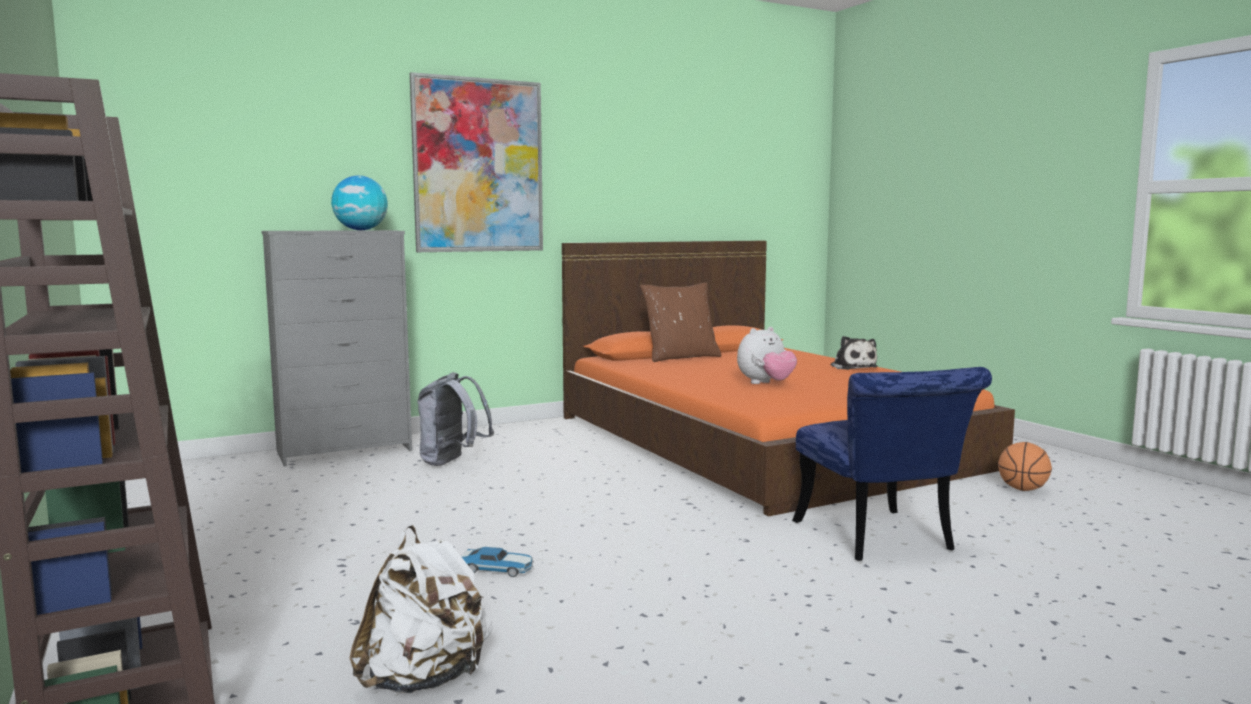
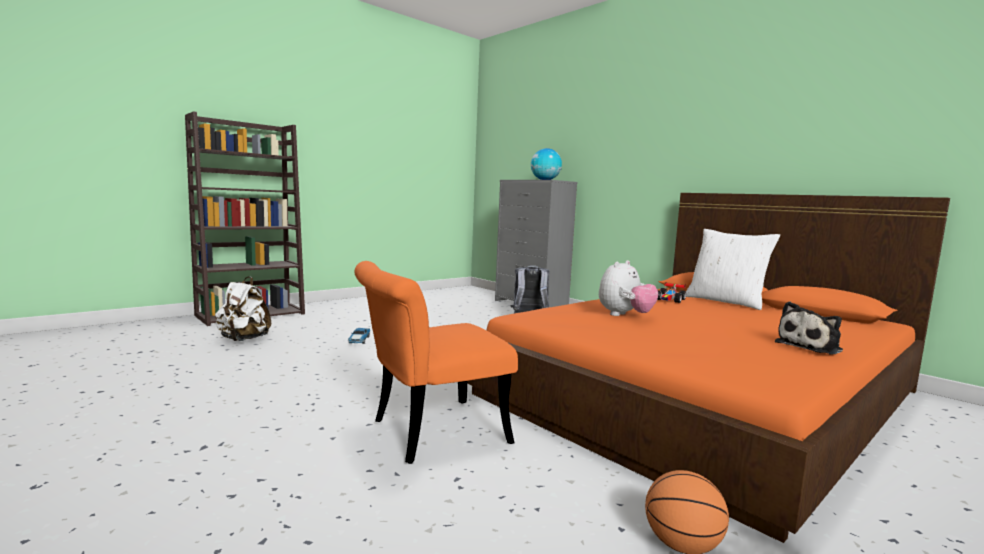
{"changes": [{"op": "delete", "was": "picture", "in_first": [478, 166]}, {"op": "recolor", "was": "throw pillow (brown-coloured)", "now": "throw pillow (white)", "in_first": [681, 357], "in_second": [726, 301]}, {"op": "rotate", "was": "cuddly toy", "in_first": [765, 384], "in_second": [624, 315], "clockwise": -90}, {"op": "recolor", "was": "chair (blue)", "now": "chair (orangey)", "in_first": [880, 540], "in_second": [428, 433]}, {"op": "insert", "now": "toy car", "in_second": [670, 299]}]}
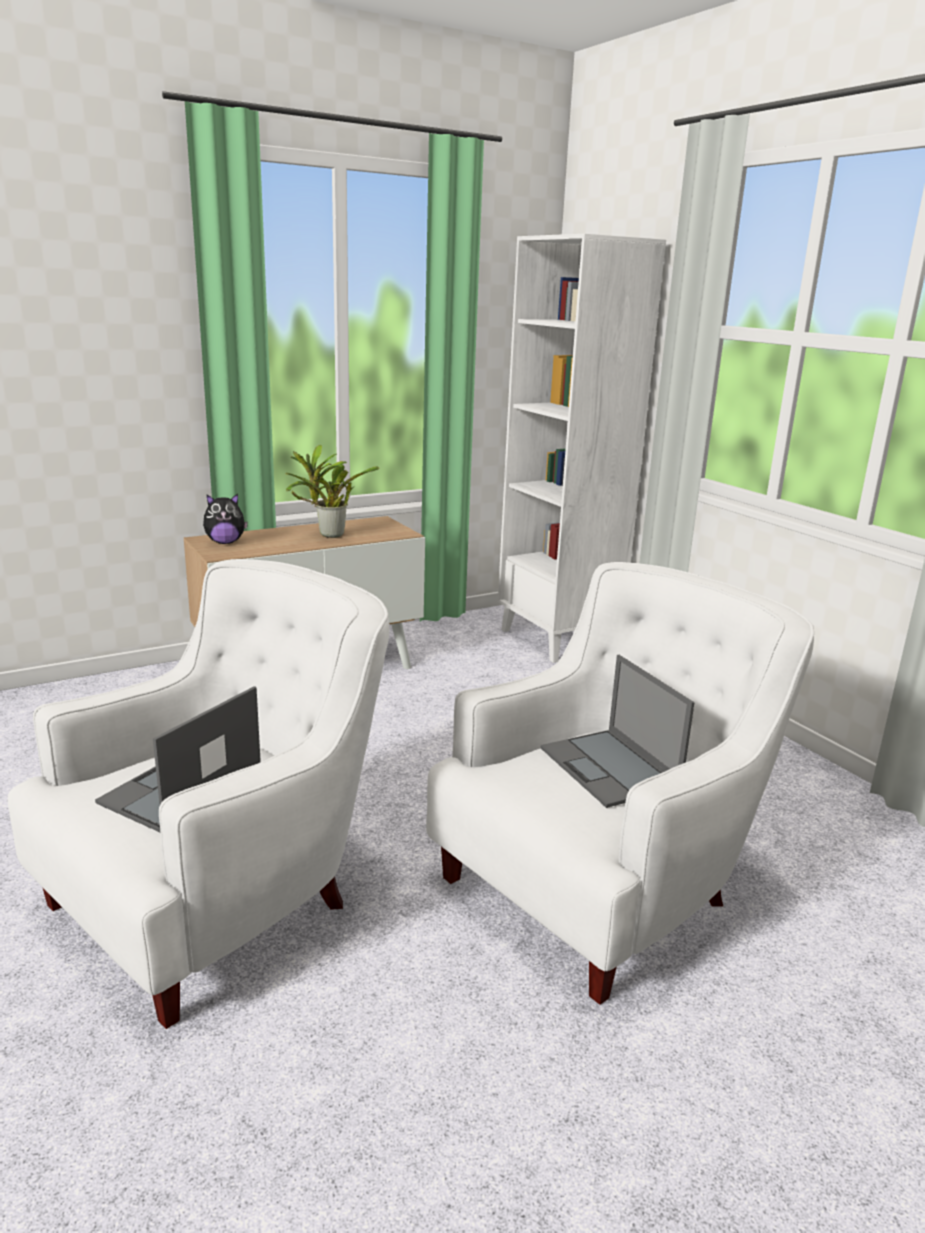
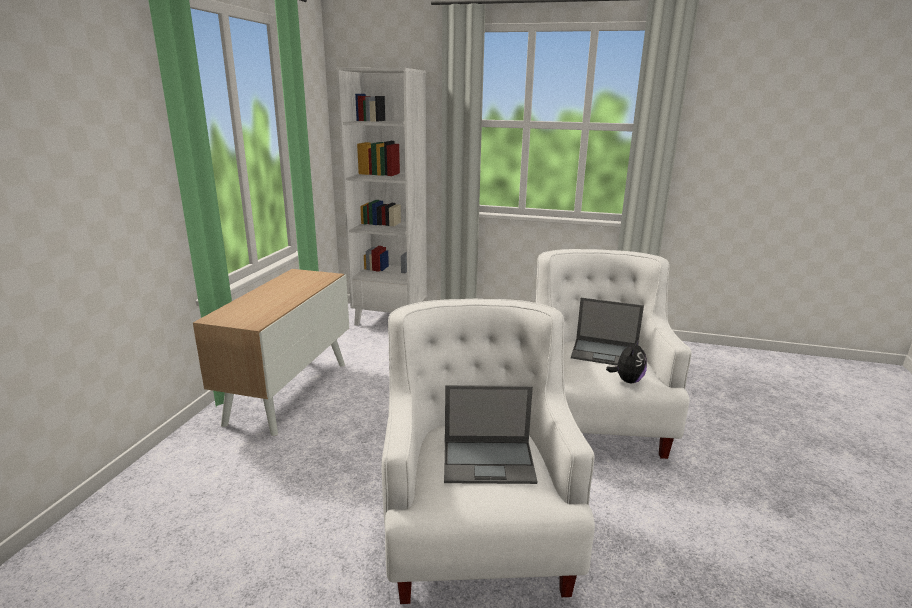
{"changes": [{"op": "rotate", "was": "notebook computer", "in_first": [180, 789], "in_second": [489, 461], "clockwise": -75}, {"op": "move", "was": "cuddly toy", "in_first": [225, 542], "in_second": [627, 380]}, {"op": "delete", "was": "plant in a pot", "in_first": [328, 535]}]}
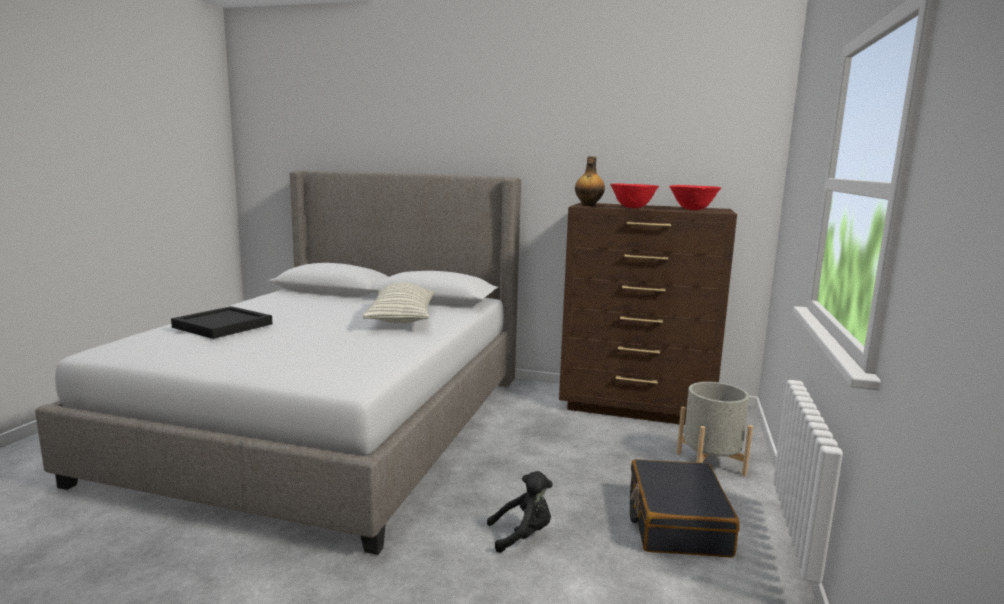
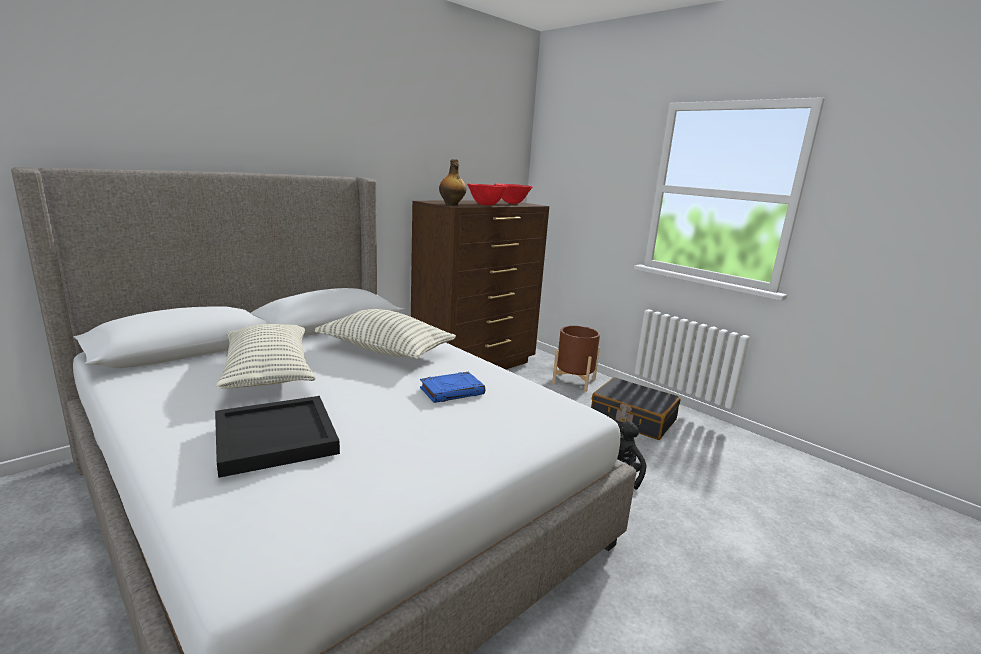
{"changes": [{"op": "recolor", "was": "planter (greyish)", "now": "planter (brown-coloured)", "in_first": [710, 464], "in_second": [574, 381]}, {"op": "insert", "now": "throw pillow", "in_second": [268, 373]}, {"op": "insert", "now": "bound book (blue)", "in_second": [452, 391]}]}
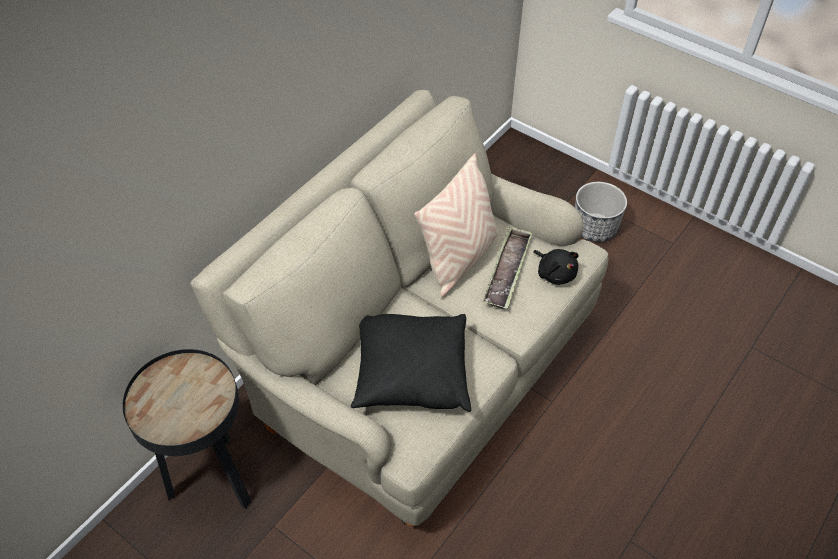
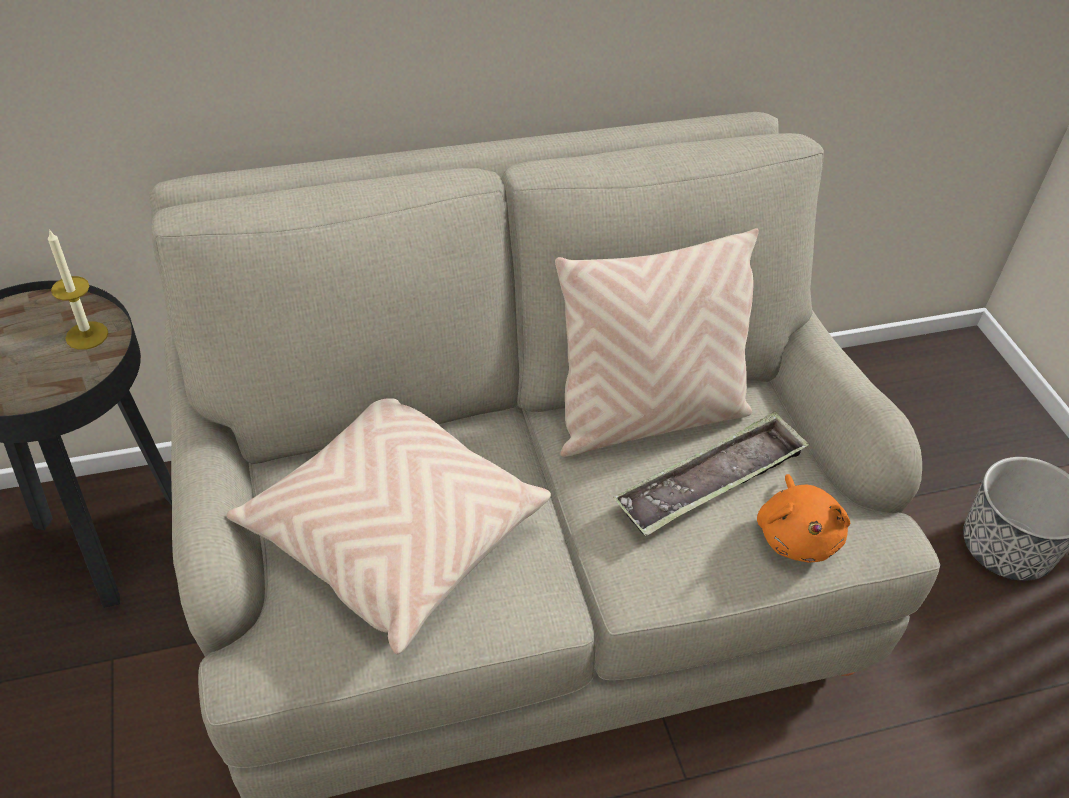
{"changes": [{"op": "recolor", "was": "throw pillow (blackish)", "now": "throw pillow (beige-coloured)", "in_first": [411, 372], "in_second": [393, 535]}, {"op": "recolor", "was": "cuddly toy (blackish)", "now": "cuddly toy (orangey)", "in_first": [555, 273], "in_second": [797, 535]}, {"op": "insert", "now": "candle", "in_second": [87, 335]}]}
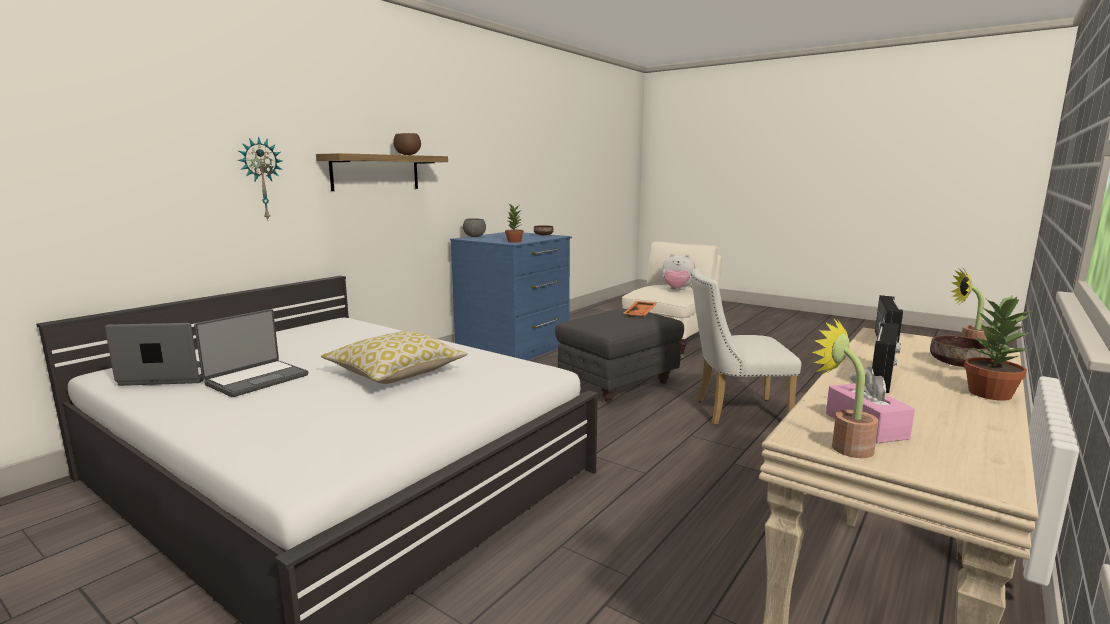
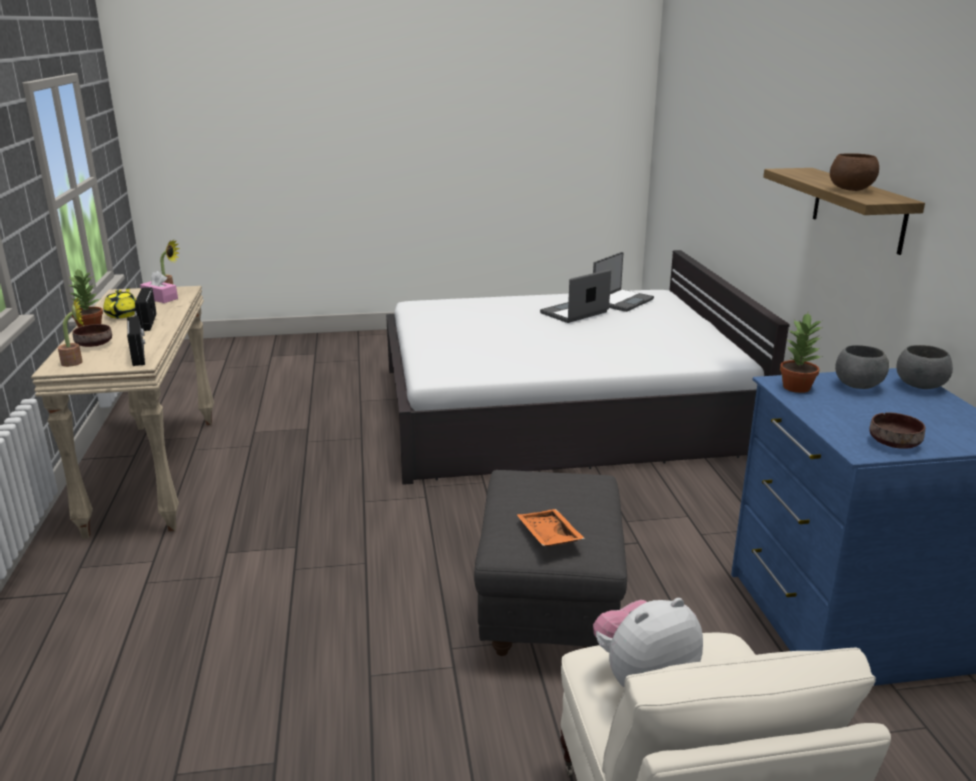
{"changes": [{"op": "rotate", "was": "notebook computer", "in_first": [256, 379], "in_second": [575, 313], "clockwise": 60}, {"op": "delete", "was": "wall clock", "in_first": [261, 179]}, {"op": "delete", "was": "throw pillow", "in_first": [396, 373]}, {"op": "delete", "was": "chair (white)", "in_first": [734, 412]}, {"op": "insert", "now": "tea pot (yellow-coloured)", "in_second": [123, 314]}, {"op": "insert", "now": "deep dish (greyish)", "in_second": [858, 386]}]}
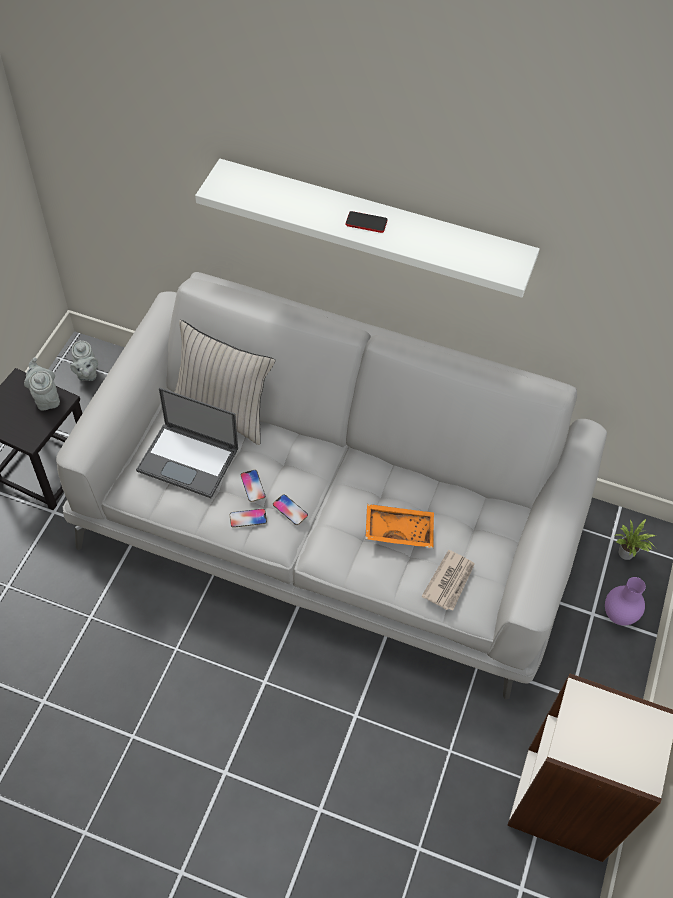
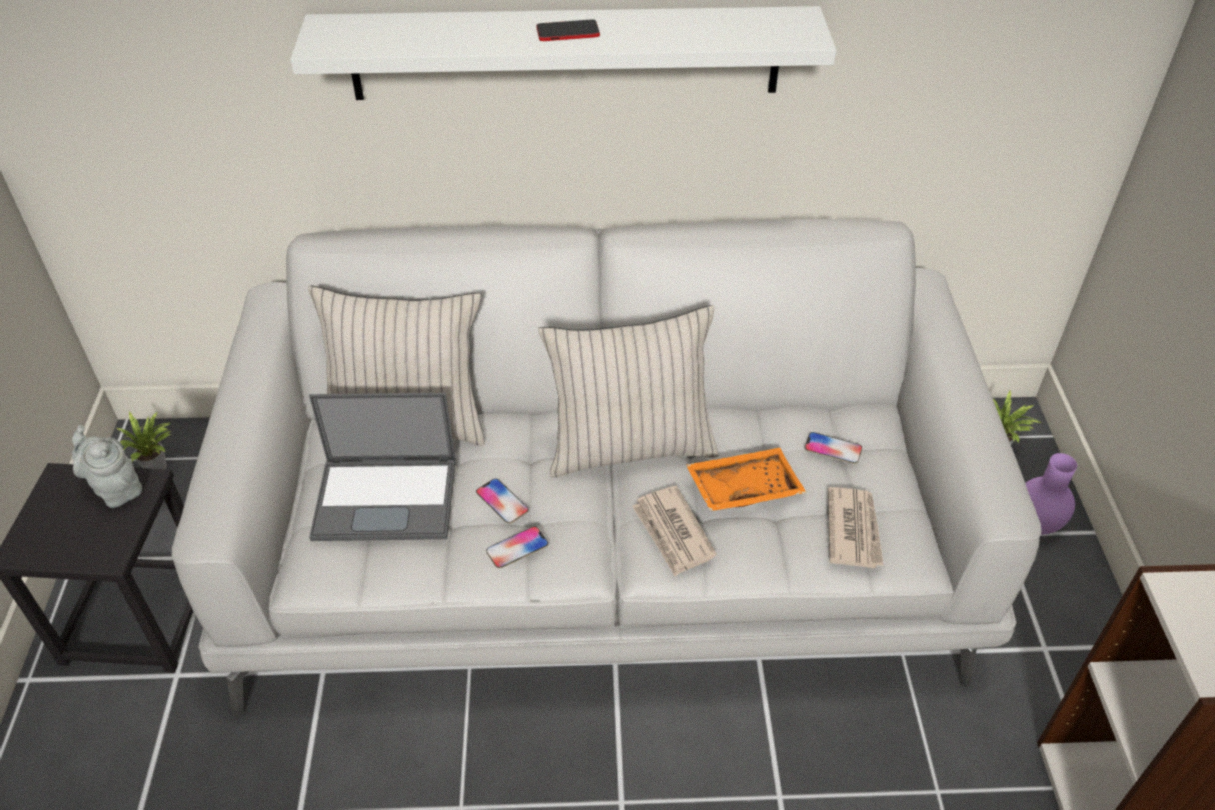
{"changes": [{"op": "replace", "was": "tea pot (greyish)", "now": "plant in a pot", "in_first": [87, 374], "in_second": [158, 468]}, {"op": "move", "was": "phone", "in_first": [290, 510], "in_second": [833, 449]}, {"op": "insert", "now": "throw pillow (beige-coloured)", "in_second": [630, 447]}, {"op": "insert", "now": "newspaper", "in_second": [673, 533]}]}
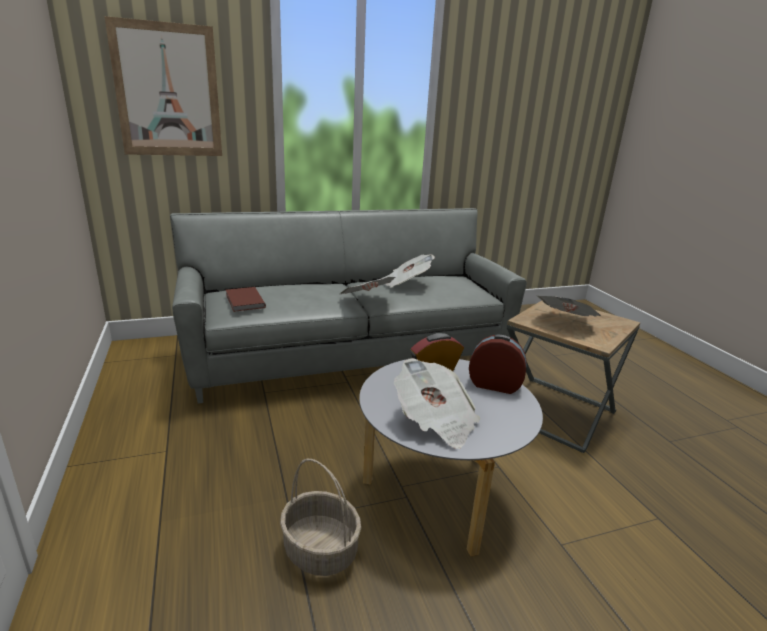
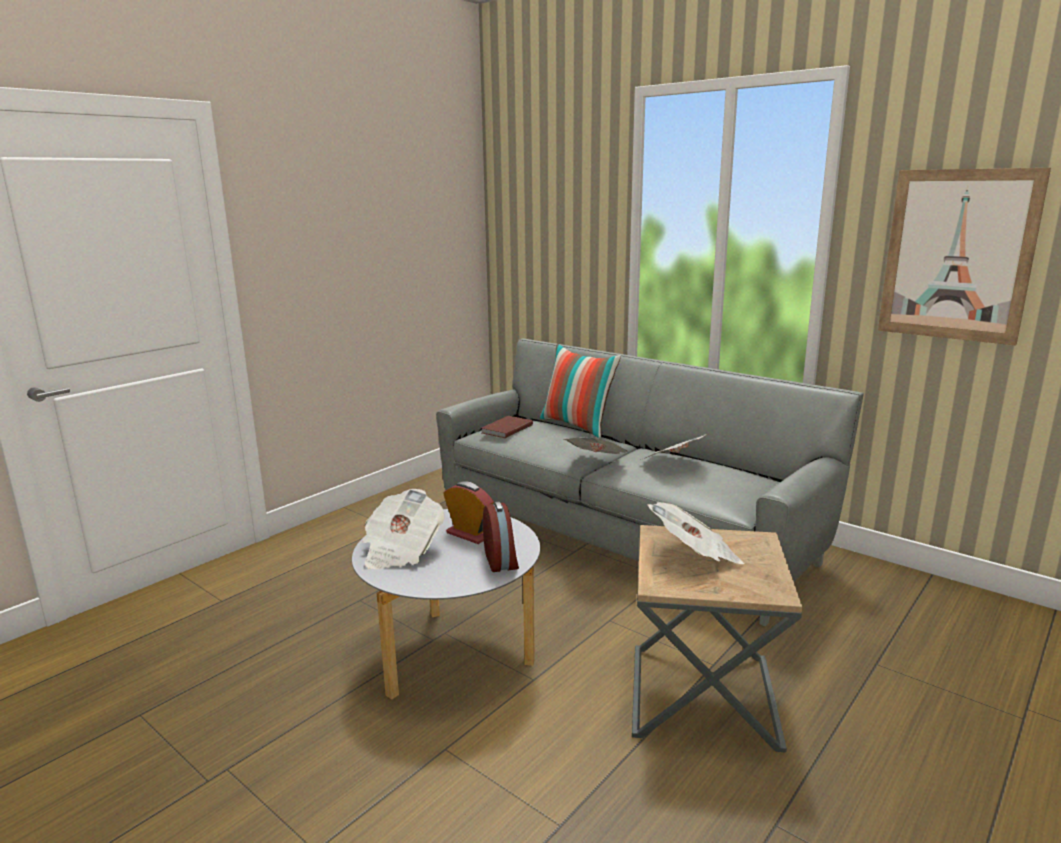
{"changes": [{"op": "move", "was": "picture", "in_first": [168, 91], "in_second": [957, 255]}, {"op": "delete", "was": "storage basket", "in_first": [319, 551]}, {"op": "insert", "now": "throw pillow", "in_second": [577, 426]}]}
